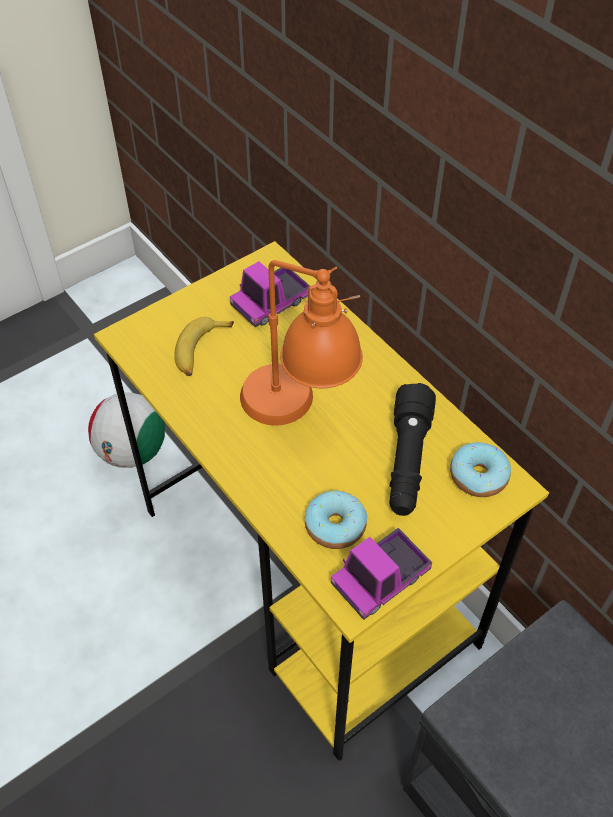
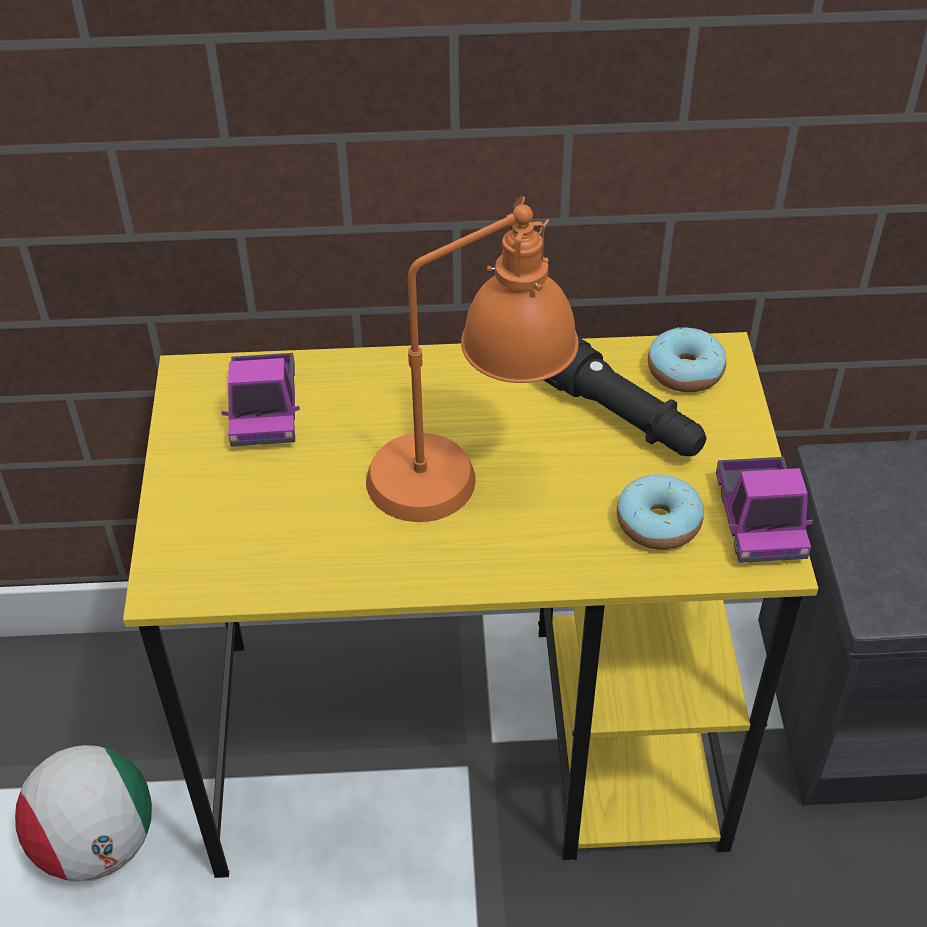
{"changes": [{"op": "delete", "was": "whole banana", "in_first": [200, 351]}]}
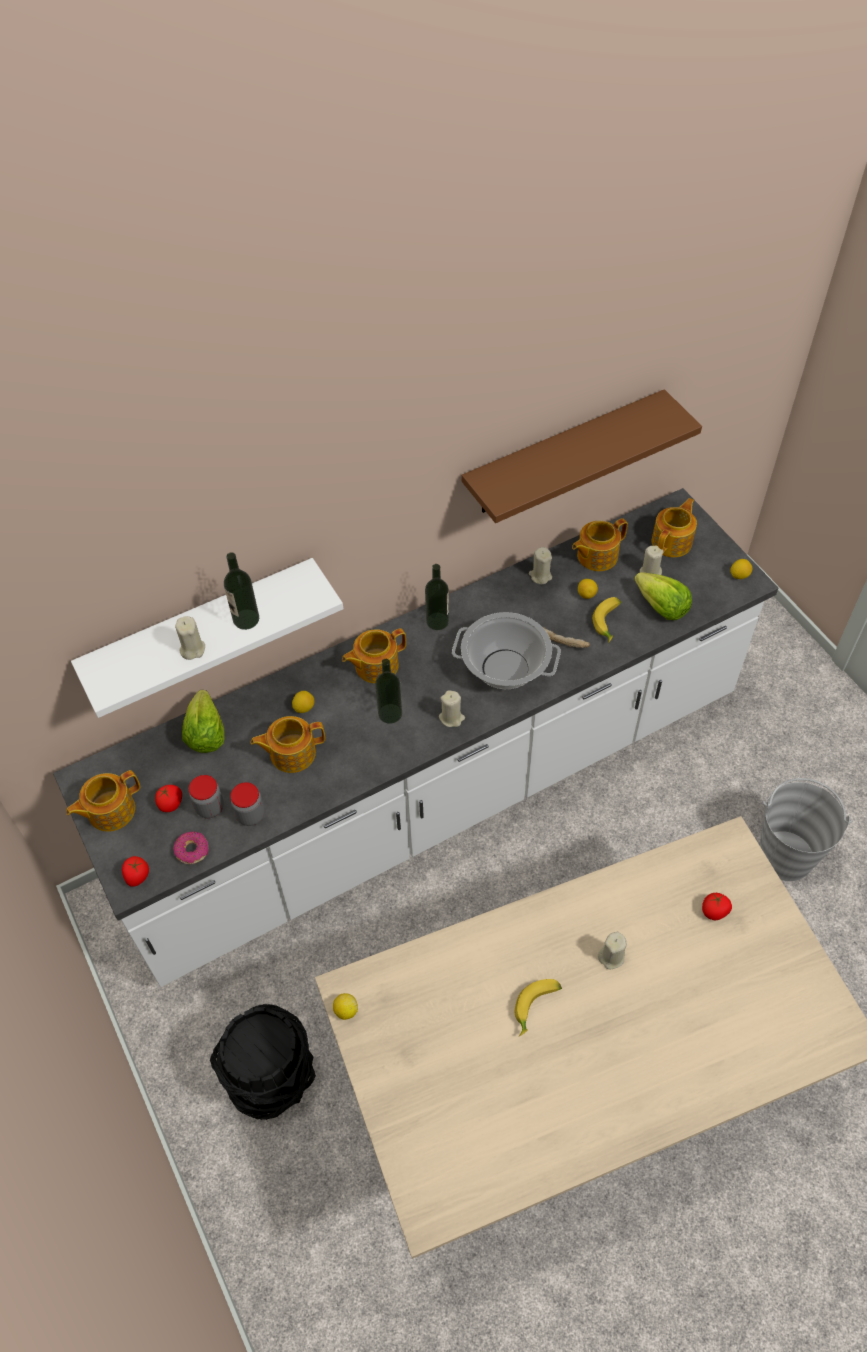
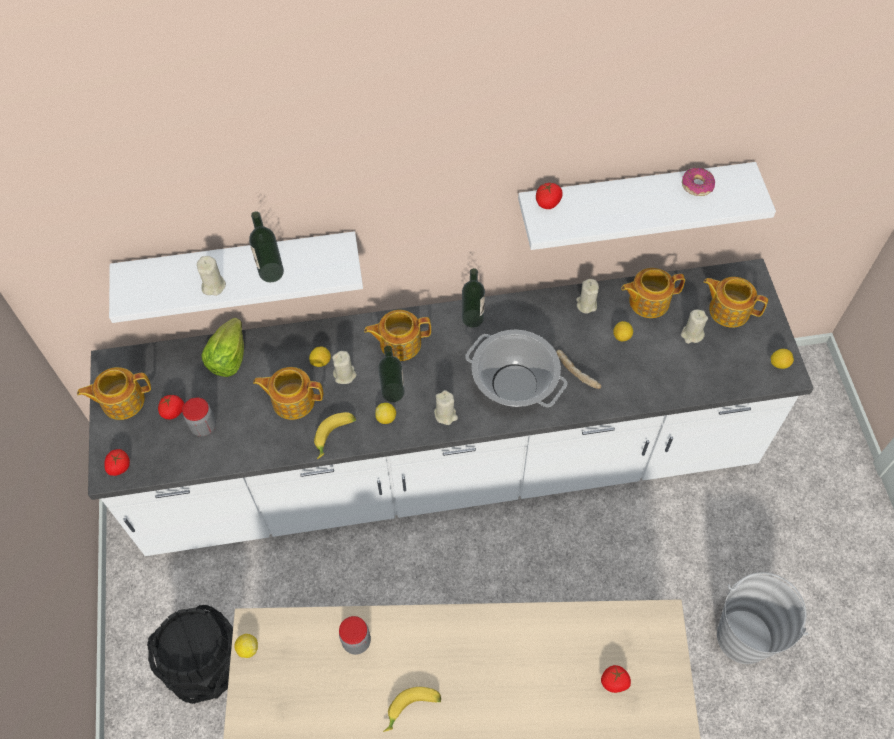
{"changes": [{"op": "move", "was": "doughnut", "in_first": [192, 850], "in_second": [697, 185]}, {"op": "move", "was": "storage jar", "in_first": [250, 815], "in_second": [356, 641]}, {"op": "recolor", "was": "wall shelf (brown-coloured)", "now": "wall shelf (white)", "in_first": [563, 454], "in_second": [633, 198]}, {"op": "move", "was": "whole banana", "in_first": [609, 623], "in_second": [335, 437]}, {"op": "move", "was": "candle (beige-coloured)", "in_first": [611, 956], "in_second": [345, 375]}, {"op": "delete", "was": "lettuce head", "in_first": [661, 607]}, {"op": "rotate", "was": "tea pot", "in_first": [672, 542], "in_second": [728, 309], "clockwise": -120}, {"op": "insert", "now": "citrus fruit", "in_second": [386, 418]}, {"op": "insert", "now": "tomato", "in_second": [548, 203]}]}
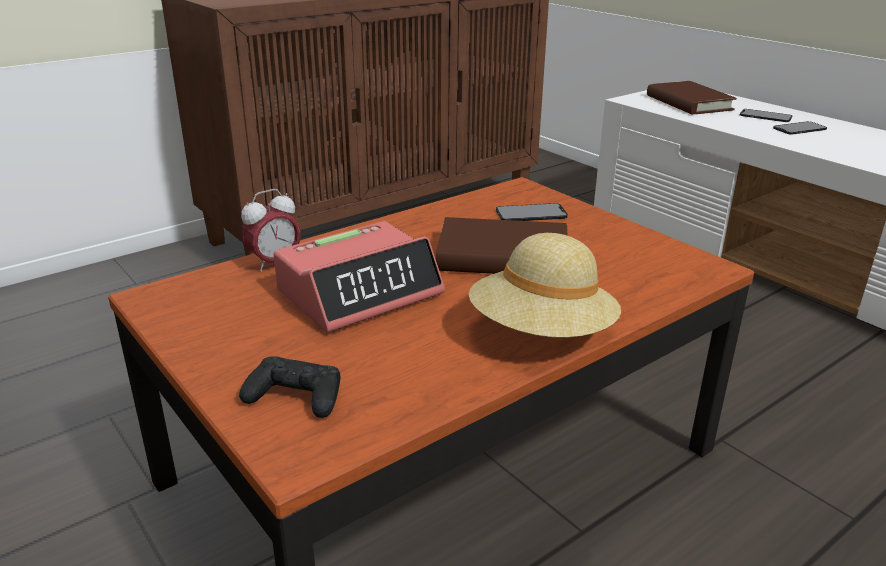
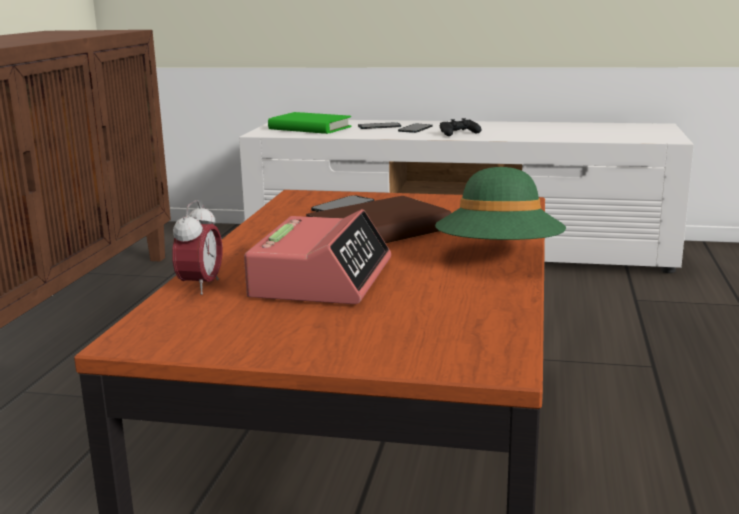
{"changes": [{"op": "move", "was": "joypad (blackish)", "in_first": [295, 396], "in_second": [458, 133]}, {"op": "recolor", "was": "wearable hat (beige-coloured)", "now": "wearable hat (greenish)", "in_first": [542, 333], "in_second": [499, 257]}, {"op": "recolor", "was": "bound book (brown-coloured)", "now": "bound book (greenish)", "in_first": [688, 103], "in_second": [309, 128]}]}
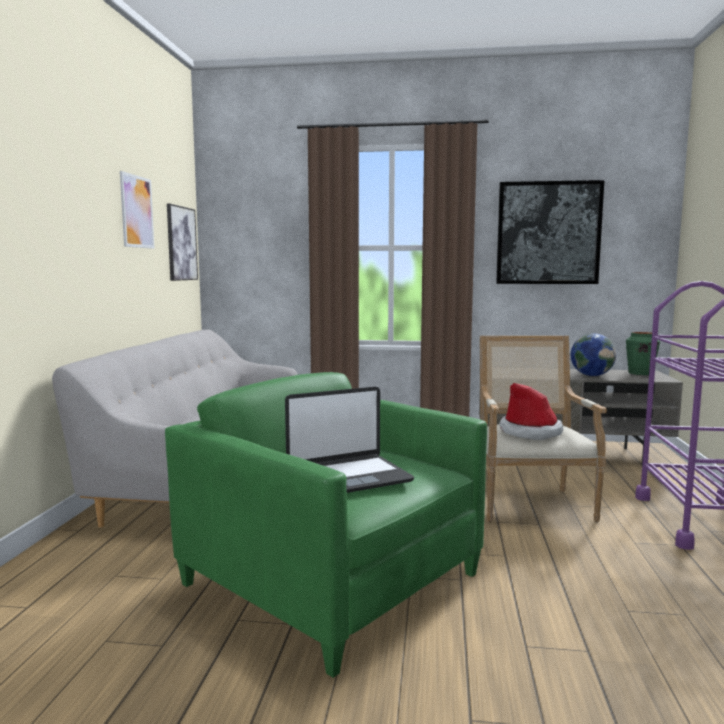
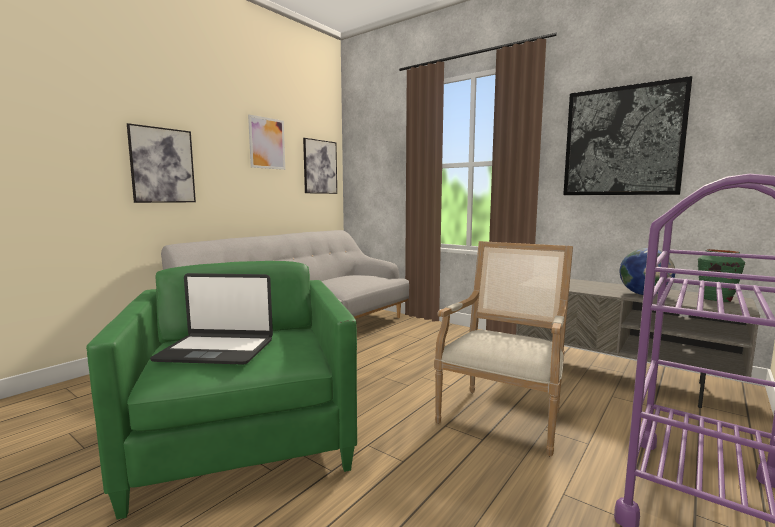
{"changes": [{"op": "delete", "was": "wearable hat", "in_first": [530, 432]}, {"op": "insert", "now": "picture", "in_second": [162, 165]}]}
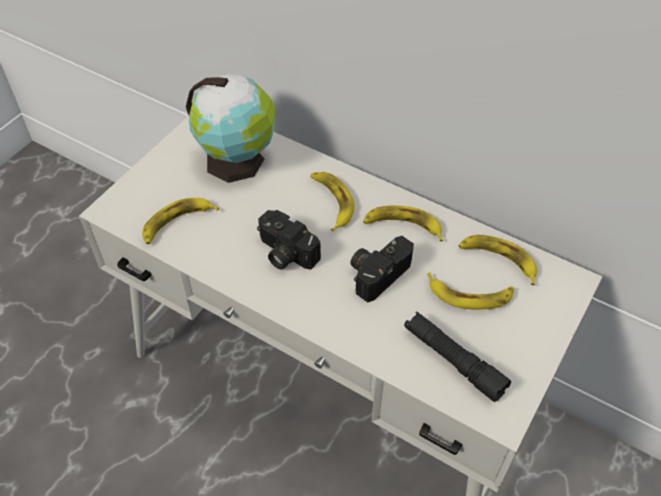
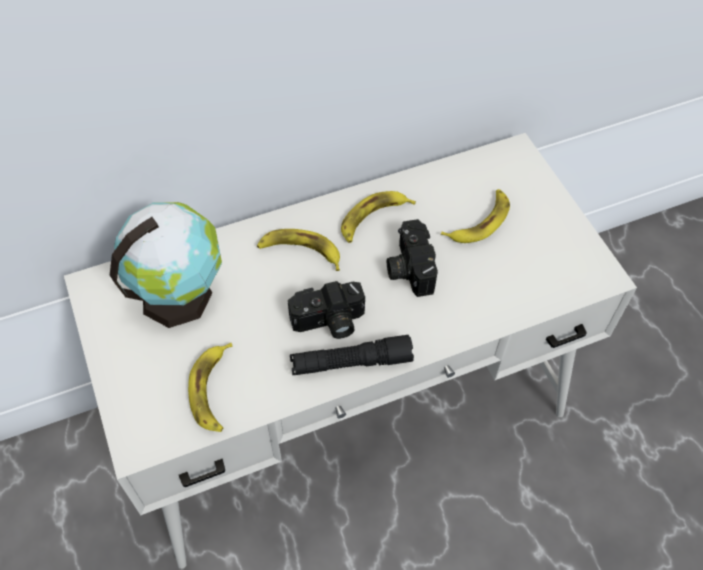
{"changes": [{"op": "move", "was": "hand torch (blackish)", "in_first": [453, 360], "in_second": [351, 362]}, {"op": "delete", "was": "whole banana", "in_first": [498, 260]}]}
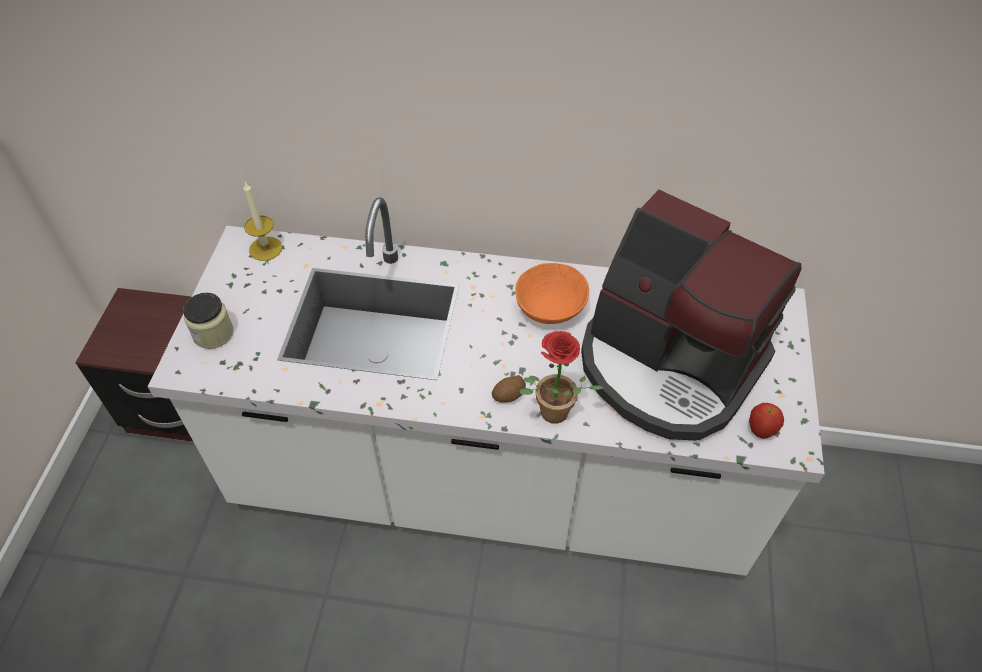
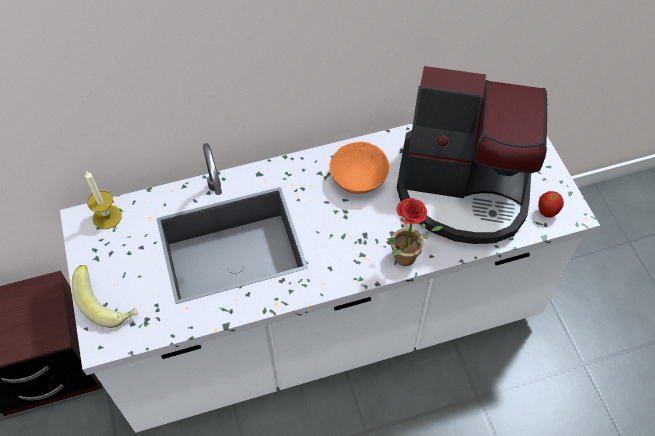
{"changes": [{"op": "replace", "was": "storage jar", "now": "whole banana", "in_first": [213, 333], "in_second": [109, 304]}, {"op": "delete", "was": "potato", "in_first": [509, 395]}]}
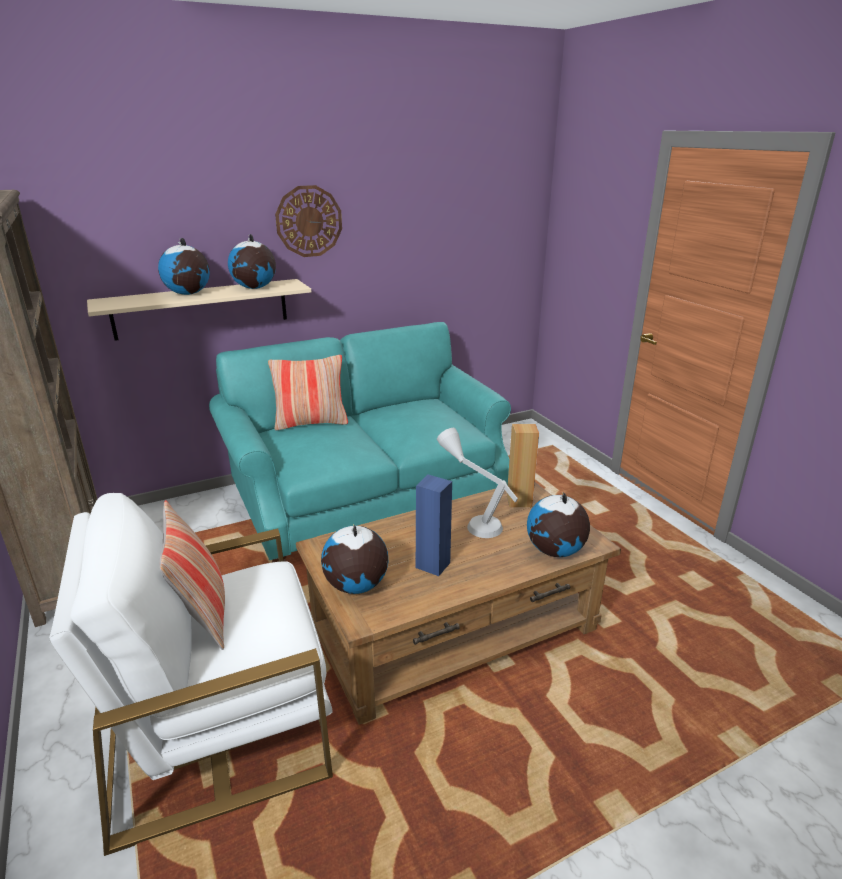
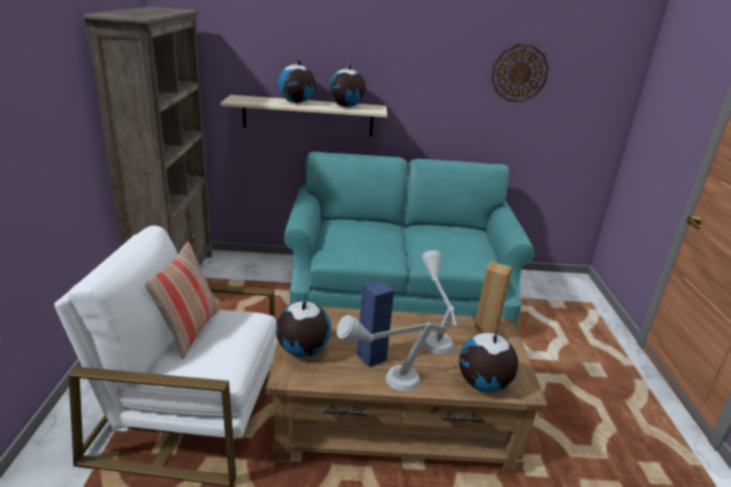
{"changes": [{"op": "delete", "was": "throw pillow", "in_first": [311, 423]}, {"op": "move", "was": "wall clock", "in_first": [309, 221], "in_second": [519, 73]}, {"op": "insert", "now": "tabletop lamp (greyish)", "in_second": [385, 382]}]}
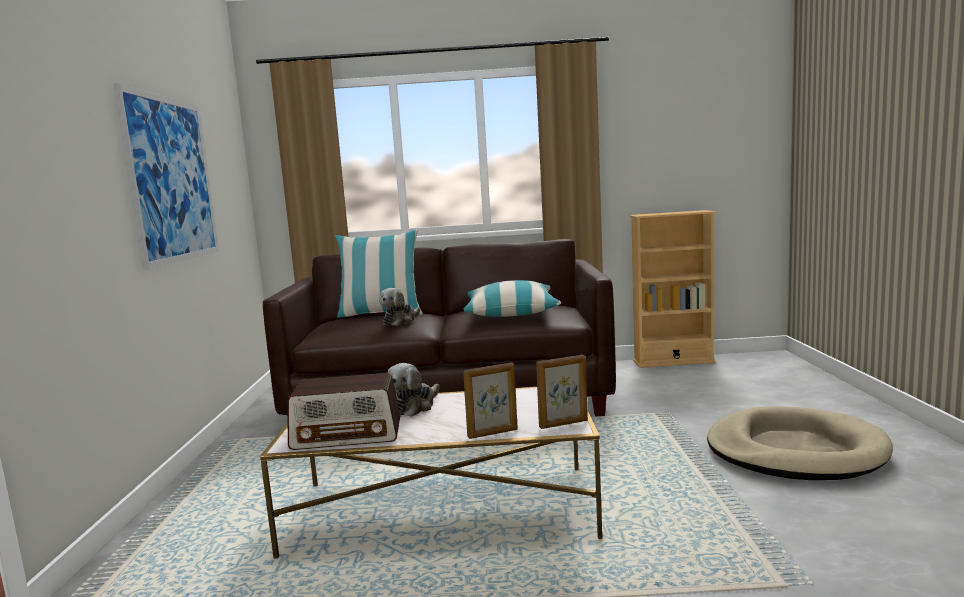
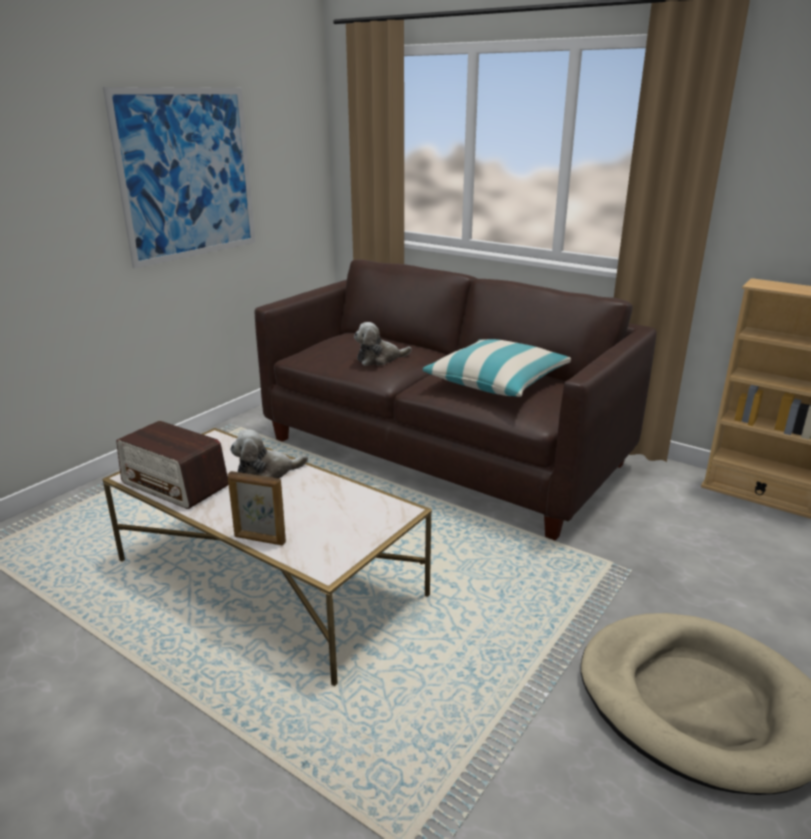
{"changes": [{"op": "delete", "was": "throw pillow", "in_first": [381, 314]}, {"op": "delete", "was": "standing frame", "in_first": [564, 424]}]}
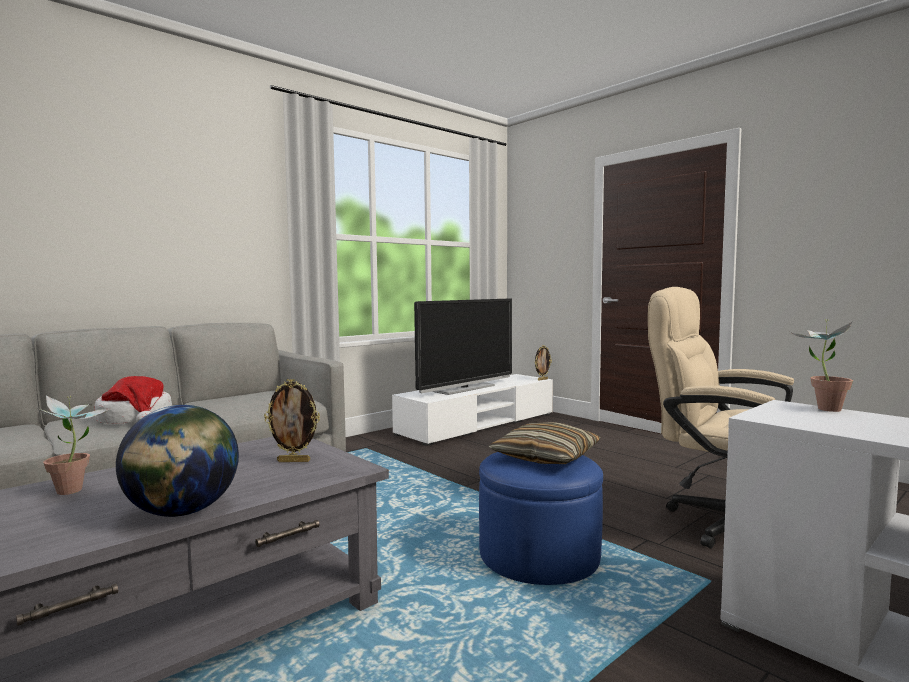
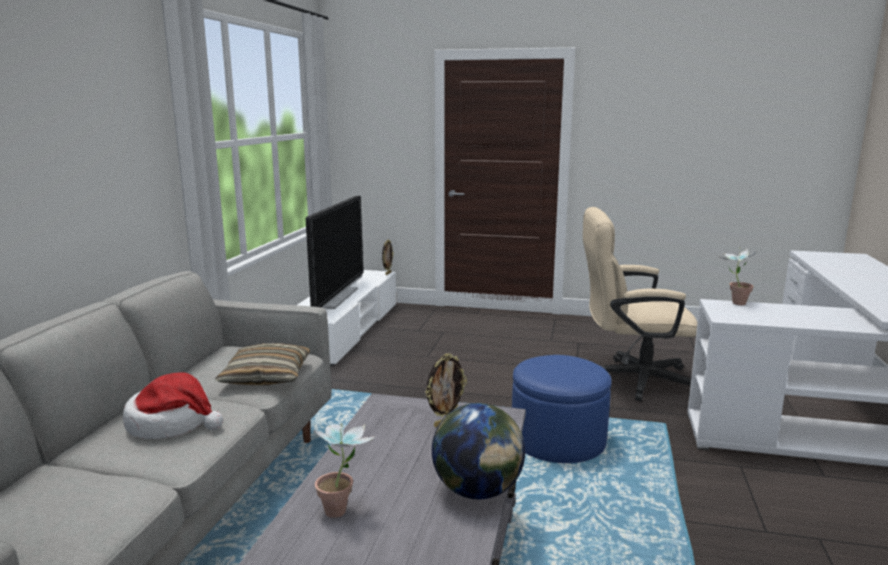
{"changes": [{"op": "move", "was": "throw pillow", "in_first": [546, 457], "in_second": [266, 376]}]}
